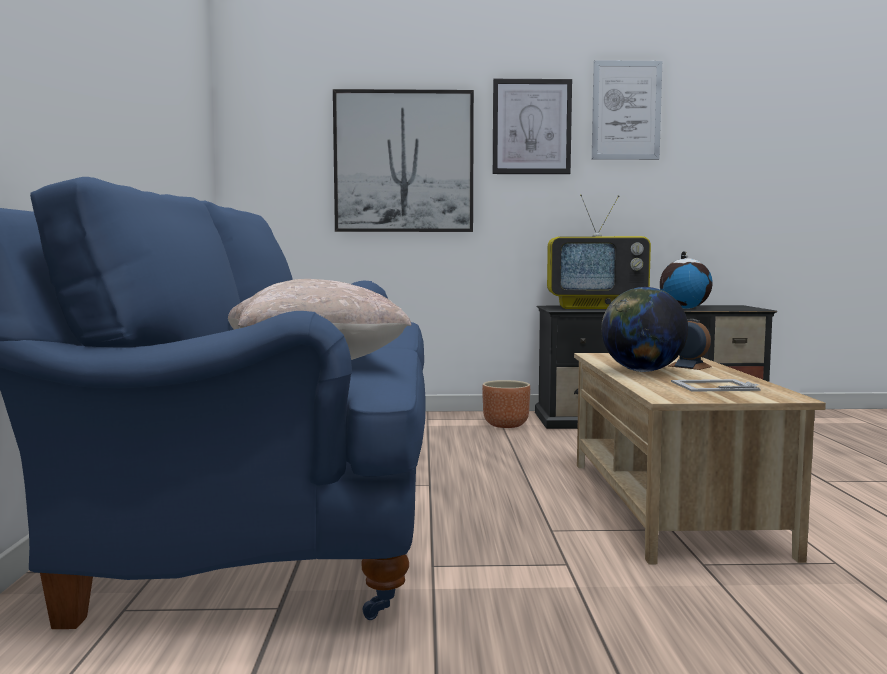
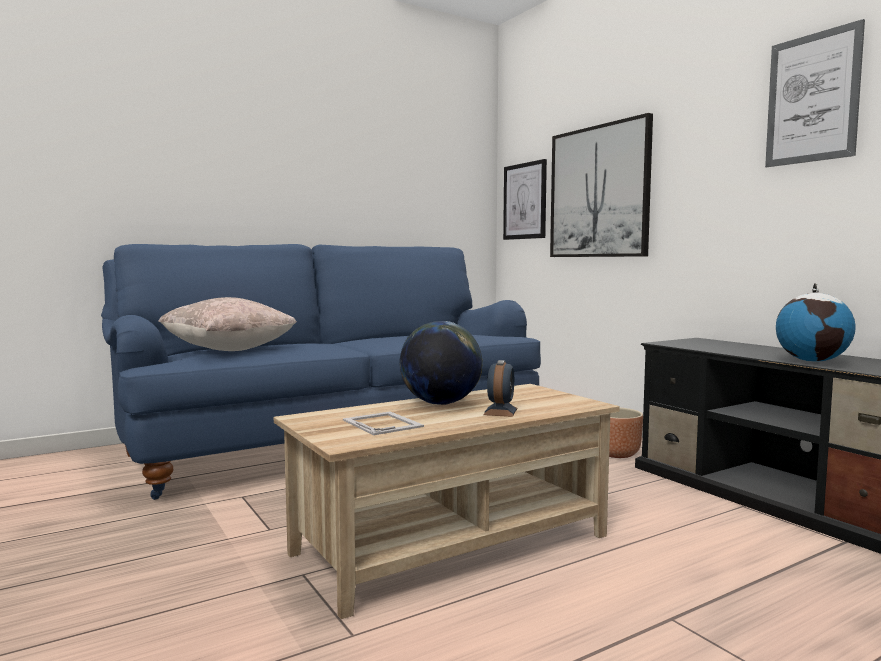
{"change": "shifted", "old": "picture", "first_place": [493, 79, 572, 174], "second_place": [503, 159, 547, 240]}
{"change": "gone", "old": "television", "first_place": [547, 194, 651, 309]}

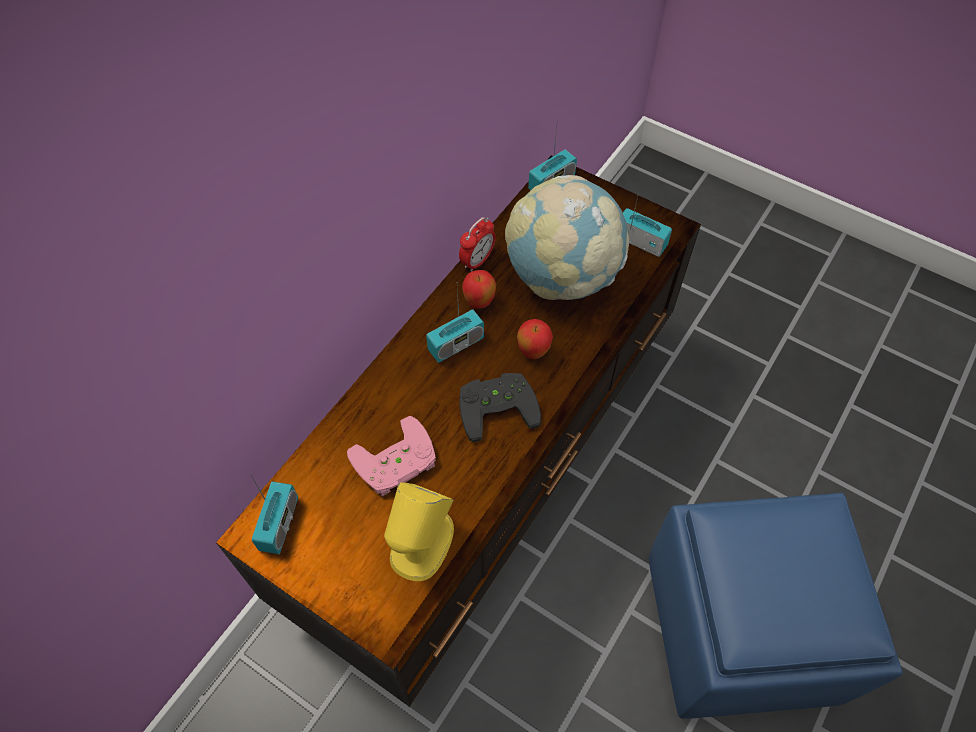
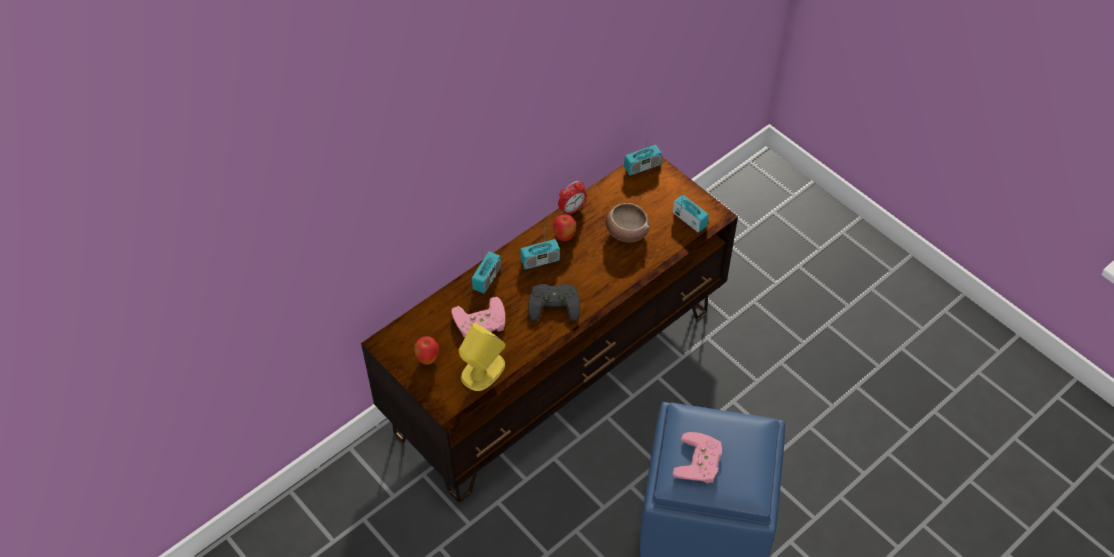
{"change": "swapped", "old": "globe", "new": "bowl", "first_place": [505, 175, 629, 300], "second_place": [606, 203, 650, 242]}
{"change": "shifted", "old": "apple", "first_place": [517, 319, 553, 359], "second_place": [414, 336, 439, 365]}
{"change": "shifted", "old": "radio", "first_place": [249, 472, 298, 554], "second_place": [472, 237, 501, 293]}
{"change": "new", "new": "pink game controller", "second_place": [673, 432, 722, 483]}

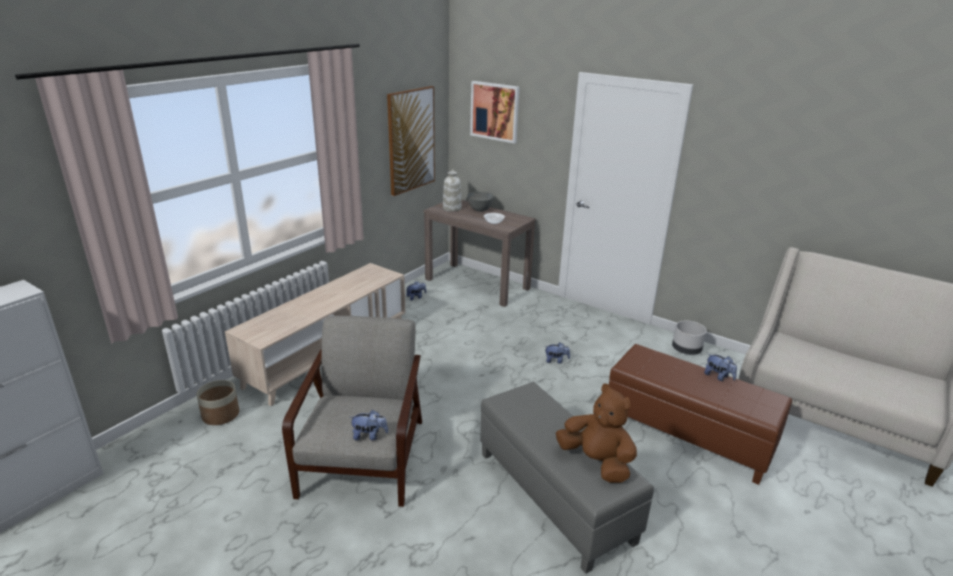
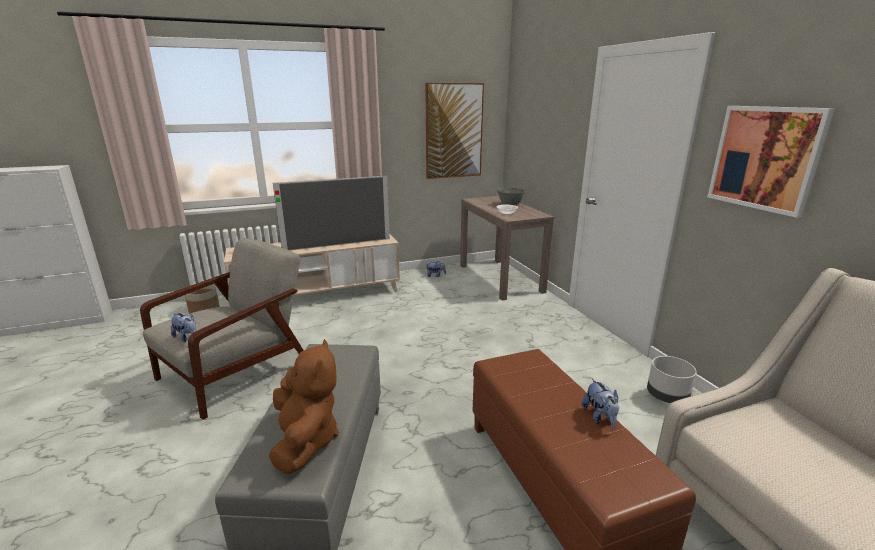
{"change": "shifted", "old": "picture", "first_place": [470, 81, 519, 143], "second_place": [707, 106, 835, 218]}
{"change": "gone", "old": "white vase", "first_place": [443, 169, 461, 212]}
{"change": "gone", "old": "plush toy", "first_place": [544, 342, 570, 364]}
{"change": "new", "new": "television", "second_place": [273, 176, 390, 251]}

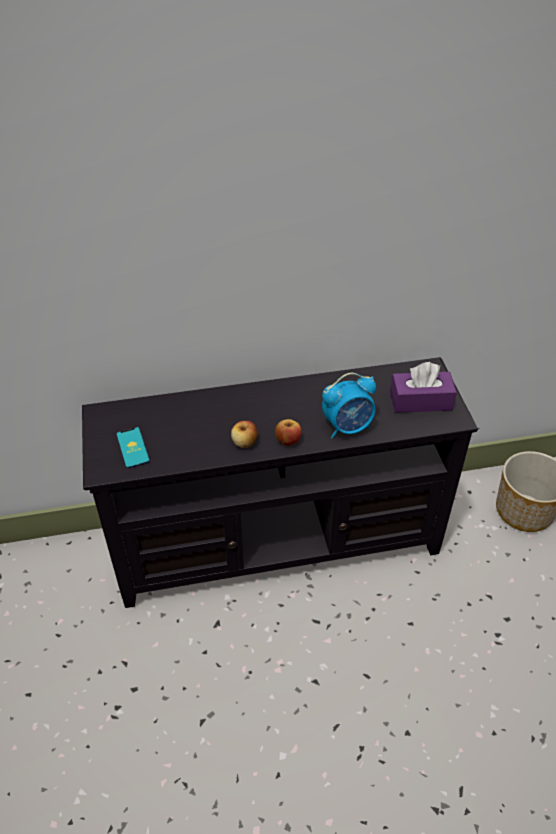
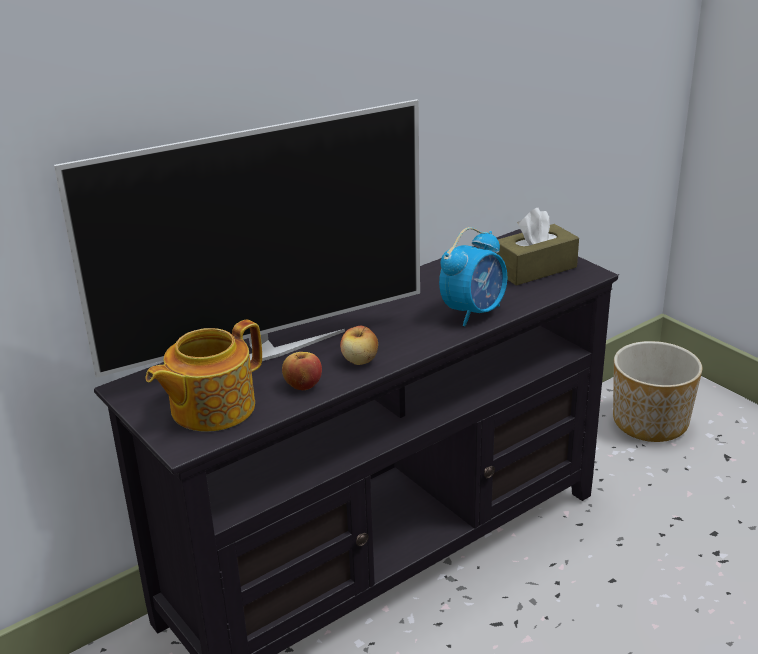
{"change": "repainted", "old": "purple tissue box", "new": "brown tissue box", "first_place": [390, 362, 457, 413], "second_place": [496, 208, 579, 286]}
{"change": "shifted", "old": "apple", "first_place": [275, 419, 301, 446], "second_place": [282, 352, 322, 390]}
{"change": "swapped", "old": "phone", "new": "teapot", "first_place": [116, 427, 150, 468], "second_place": [145, 320, 262, 432]}
{"change": "new", "new": "television", "second_place": [54, 99, 420, 378]}

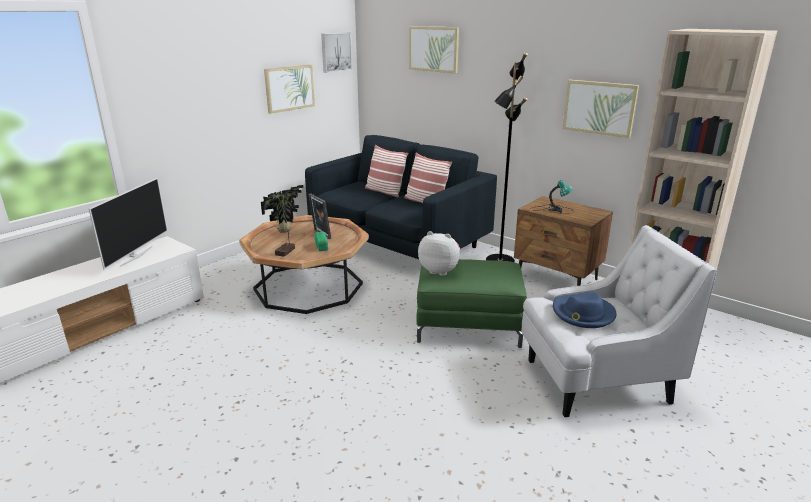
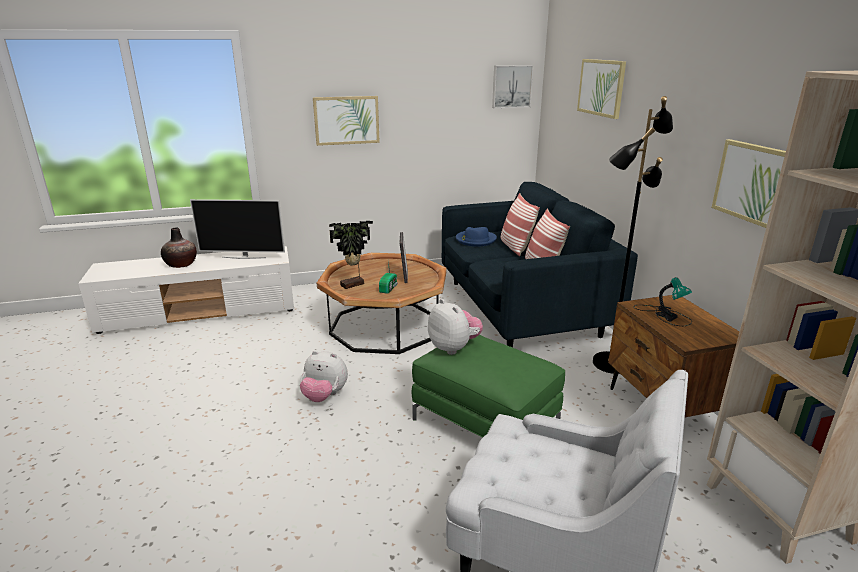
{"change": "shifted", "old": "picture", "first_place": [264, 65, 315, 114], "second_place": [313, 96, 380, 146]}
{"change": "rotated", "old": "television", "first_place": [88, 178, 168, 269], "second_place": [190, 199, 285, 259], "degrees": 45}
{"change": "shifted", "old": "blue hat", "first_place": [553, 292, 616, 328], "second_place": [456, 227, 497, 247]}
{"change": "new", "new": "vase", "second_place": [161, 227, 197, 268]}
{"change": "new", "new": "plush toy", "second_place": [300, 351, 348, 402]}

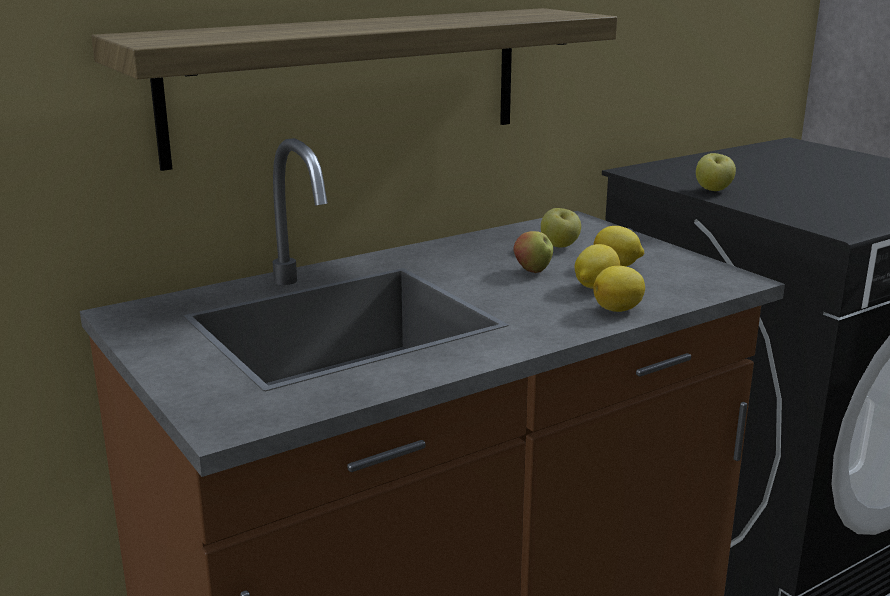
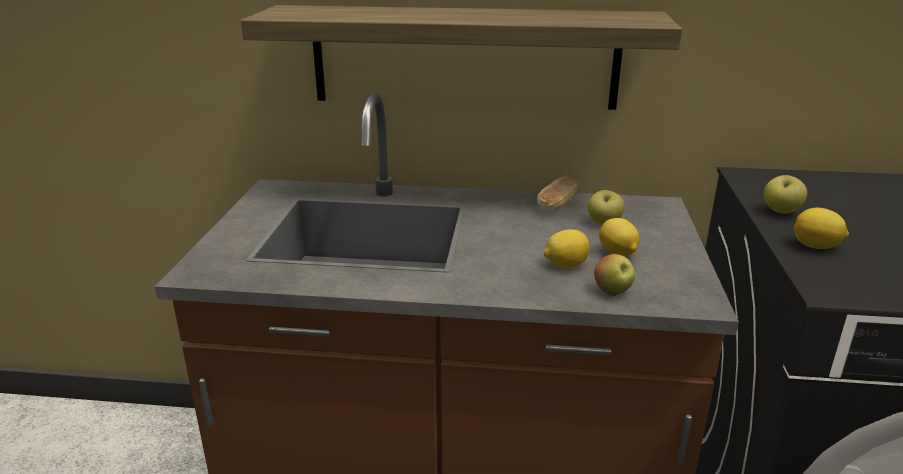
{"change": "shifted", "old": "apple", "first_place": [513, 231, 553, 273], "second_place": [594, 254, 635, 296]}
{"change": "shifted", "old": "lemon", "first_place": [593, 266, 645, 312], "second_place": [794, 208, 849, 249]}
{"change": "new", "new": "bread", "second_place": [537, 177, 578, 211]}

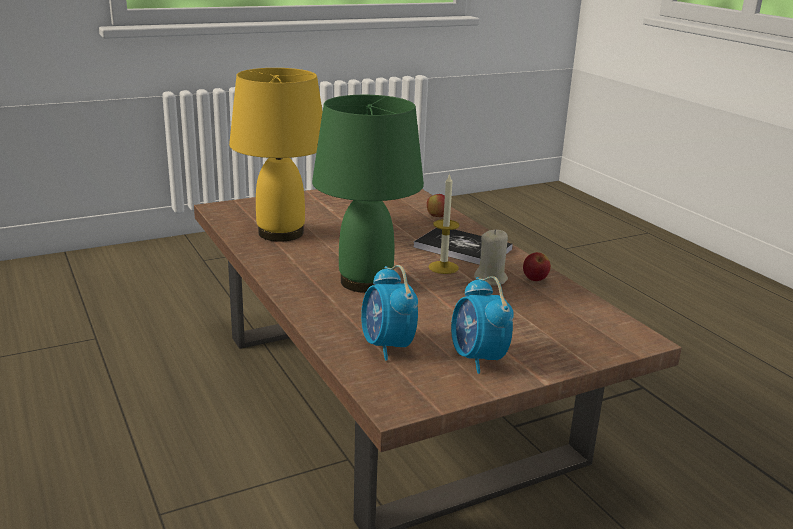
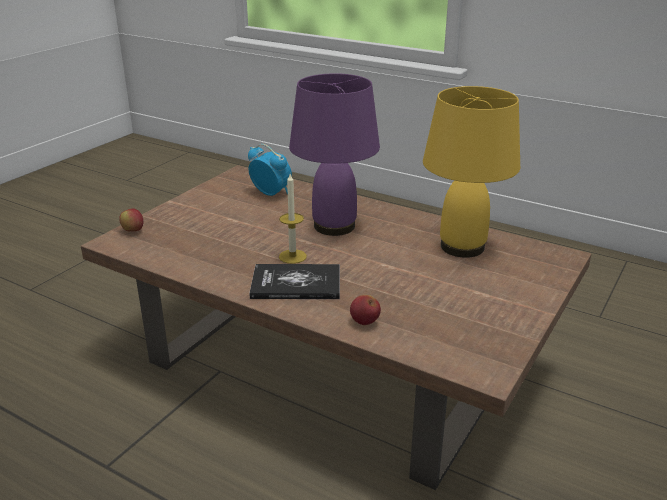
{"change": "repainted", "old": "green table lamp", "new": "purple table lamp", "first_place": [312, 95, 424, 293], "second_place": [289, 73, 380, 236]}
{"change": "gone", "old": "beige candle", "first_place": [474, 229, 508, 285]}
{"change": "shifted", "old": "apple", "first_place": [523, 252, 551, 281], "second_place": [119, 209, 143, 231]}
{"change": "gone", "old": "alarm clock", "first_place": [451, 276, 514, 374]}

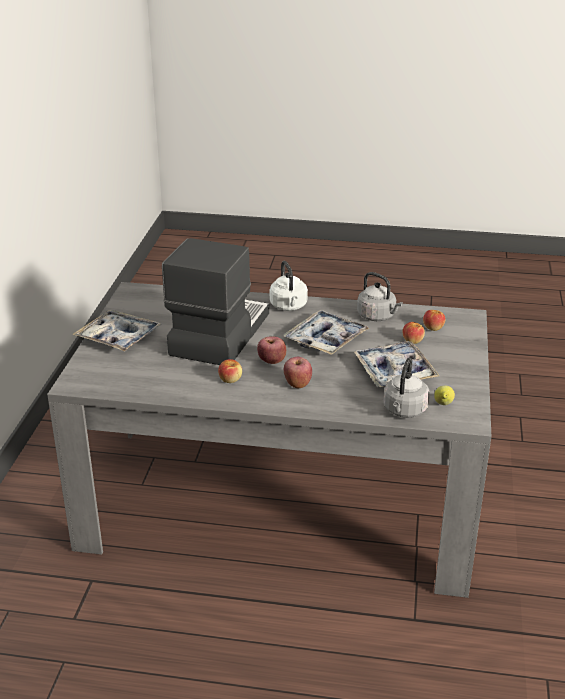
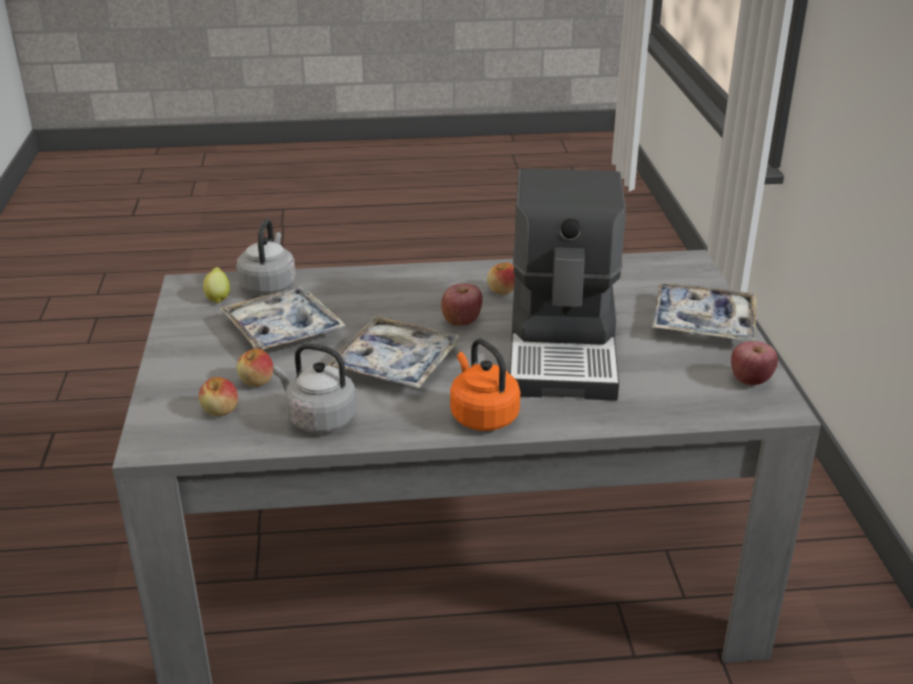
{"change": "repainted", "old": "white kettle", "new": "orange kettle", "first_place": [270, 261, 308, 311], "second_place": [450, 339, 520, 431]}
{"change": "shifted", "old": "apple", "first_place": [284, 357, 312, 388], "second_place": [731, 341, 778, 385]}

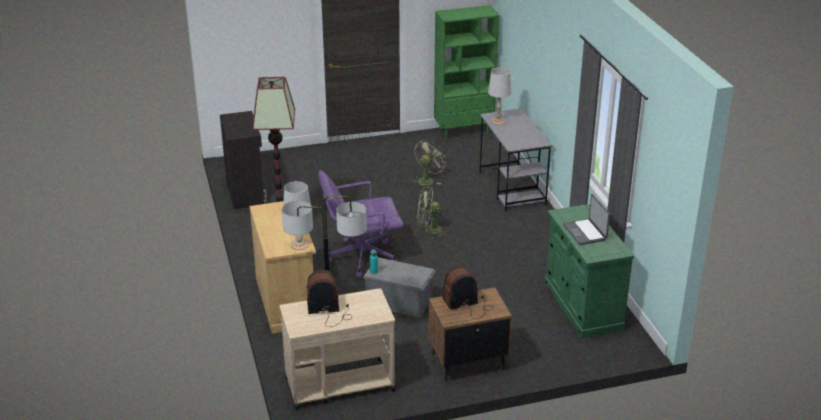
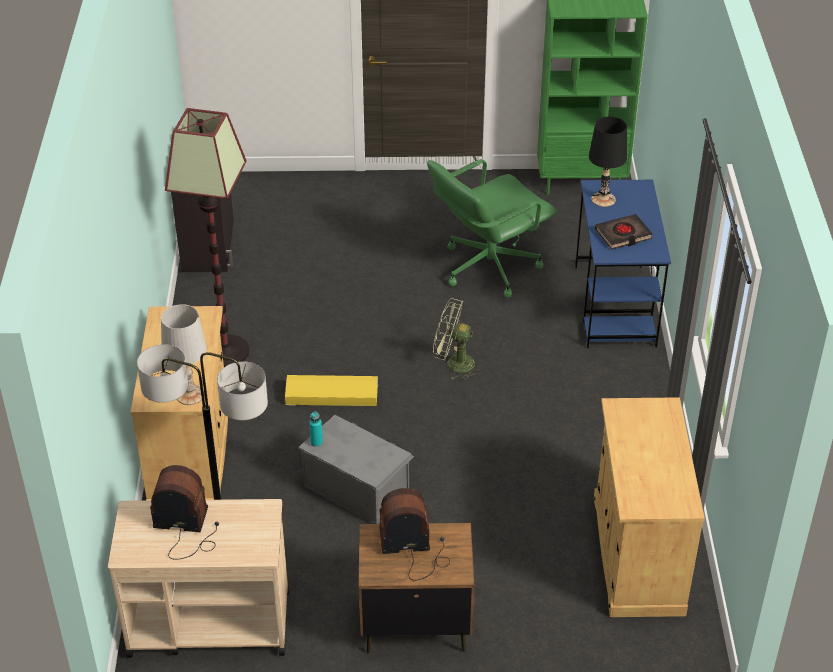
{"change": "repainted", "old": "white table lamp", "new": "black table lamp", "first_place": [488, 67, 511, 125], "second_place": [589, 116, 627, 207]}
{"change": "repainted", "old": "grey desk", "new": "blue desk", "first_place": [479, 108, 552, 212], "second_place": [575, 180, 671, 348]}
{"change": "swapped", "old": "green fan", "new": "green office chair", "first_place": [412, 140, 447, 186], "second_place": [427, 159, 557, 298]}
{"change": "swapped", "old": "purple office chair", "new": "yellow storage box", "first_place": [318, 170, 403, 278], "second_place": [285, 375, 378, 406]}
{"change": "gone", "old": "laptop", "first_place": [563, 194, 610, 245]}
{"change": "repainted", "old": "green cabinet", "new": "beige cabinet", "first_place": [544, 204, 634, 339], "second_place": [594, 397, 705, 617]}
{"change": "new", "new": "black book", "second_place": [595, 214, 652, 250]}

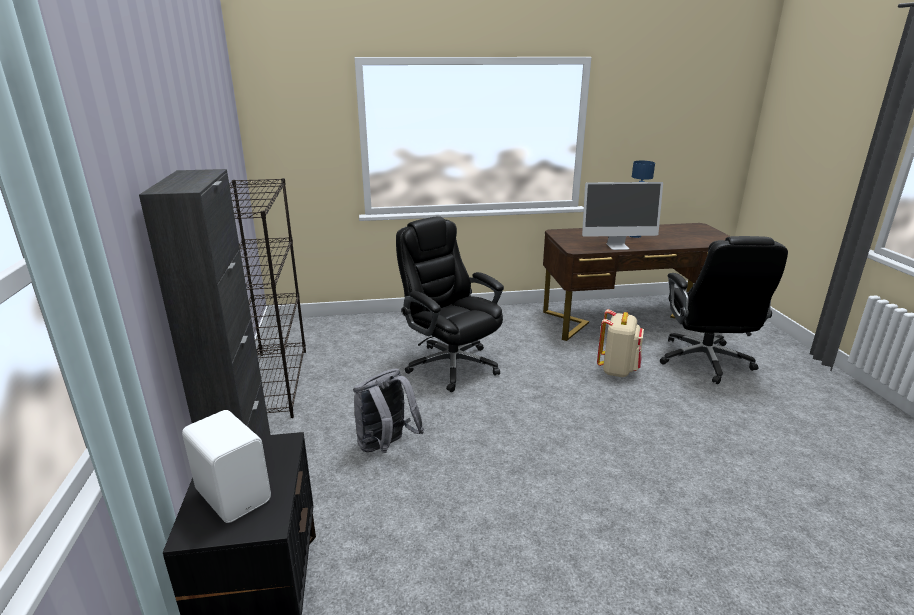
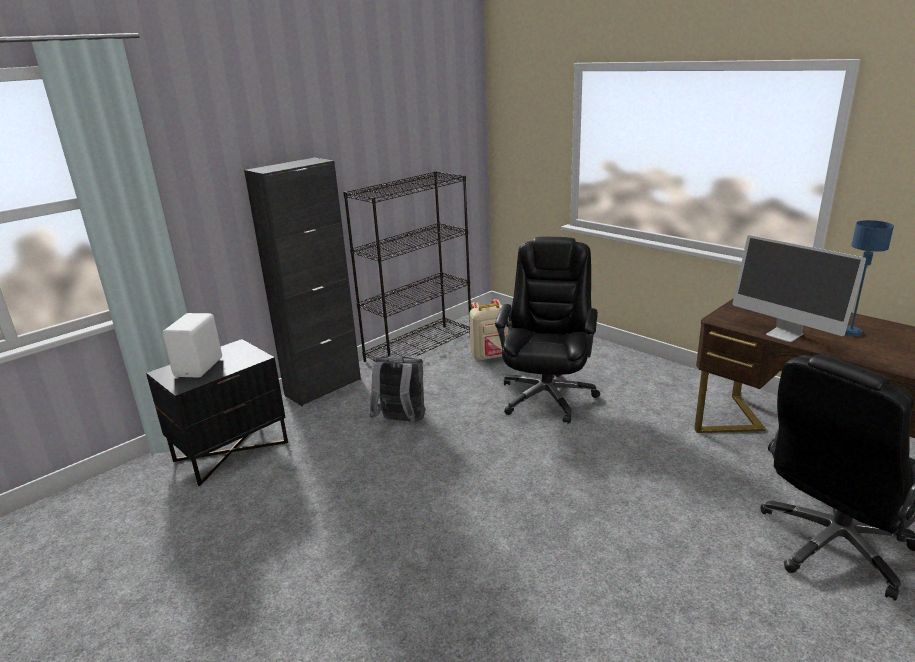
{"change": "shifted", "old": "beige backpack", "first_place": [597, 309, 644, 377], "second_place": [469, 299, 509, 360]}

